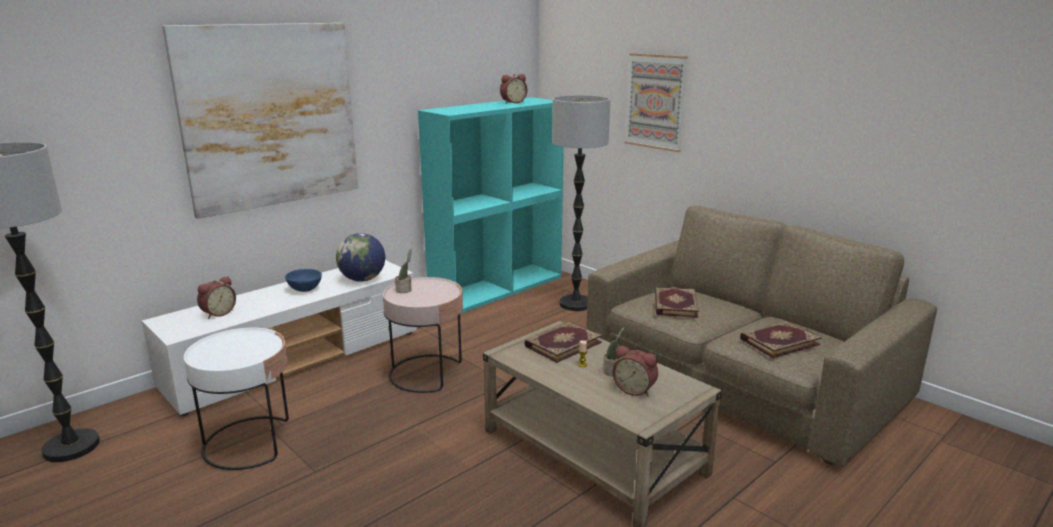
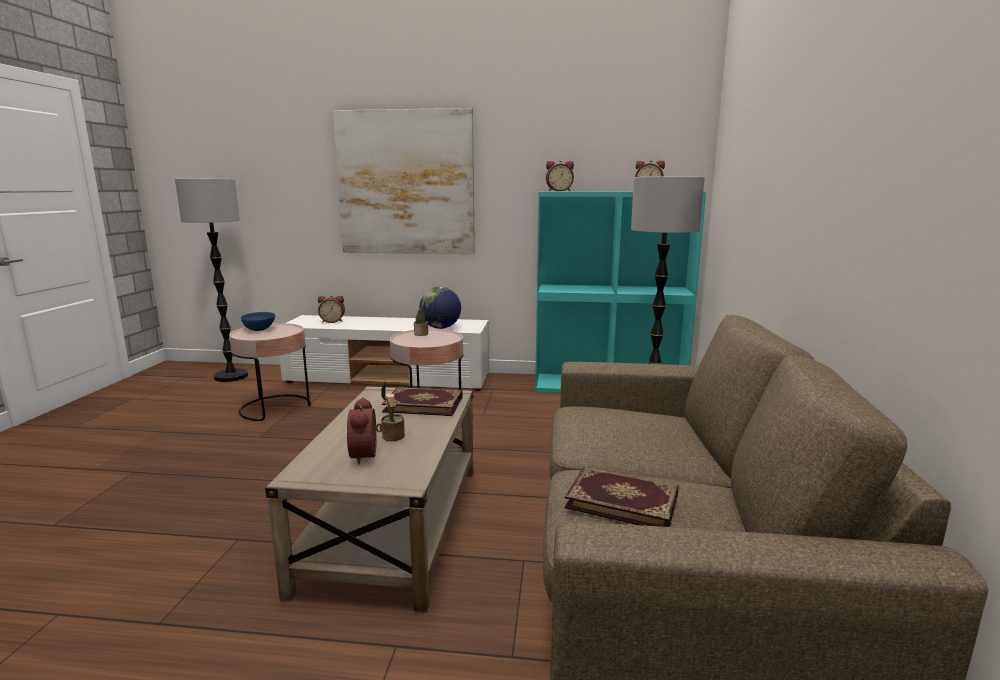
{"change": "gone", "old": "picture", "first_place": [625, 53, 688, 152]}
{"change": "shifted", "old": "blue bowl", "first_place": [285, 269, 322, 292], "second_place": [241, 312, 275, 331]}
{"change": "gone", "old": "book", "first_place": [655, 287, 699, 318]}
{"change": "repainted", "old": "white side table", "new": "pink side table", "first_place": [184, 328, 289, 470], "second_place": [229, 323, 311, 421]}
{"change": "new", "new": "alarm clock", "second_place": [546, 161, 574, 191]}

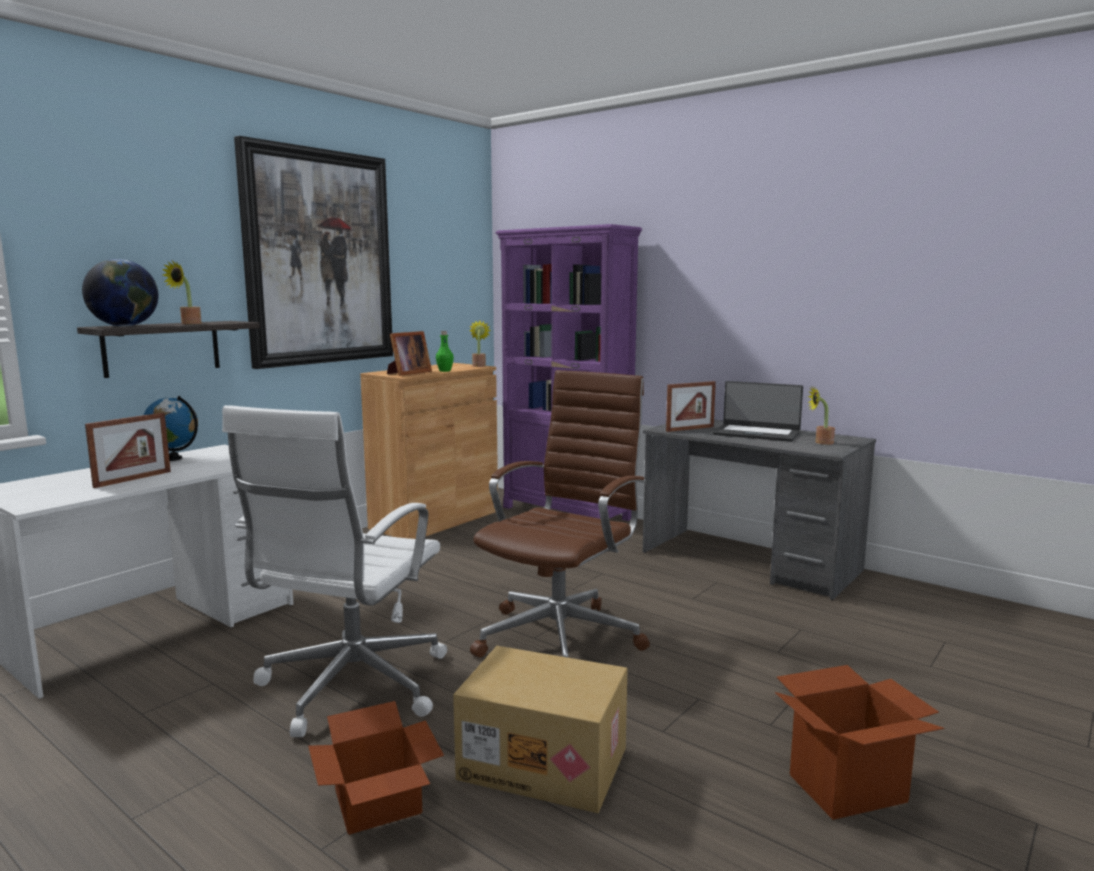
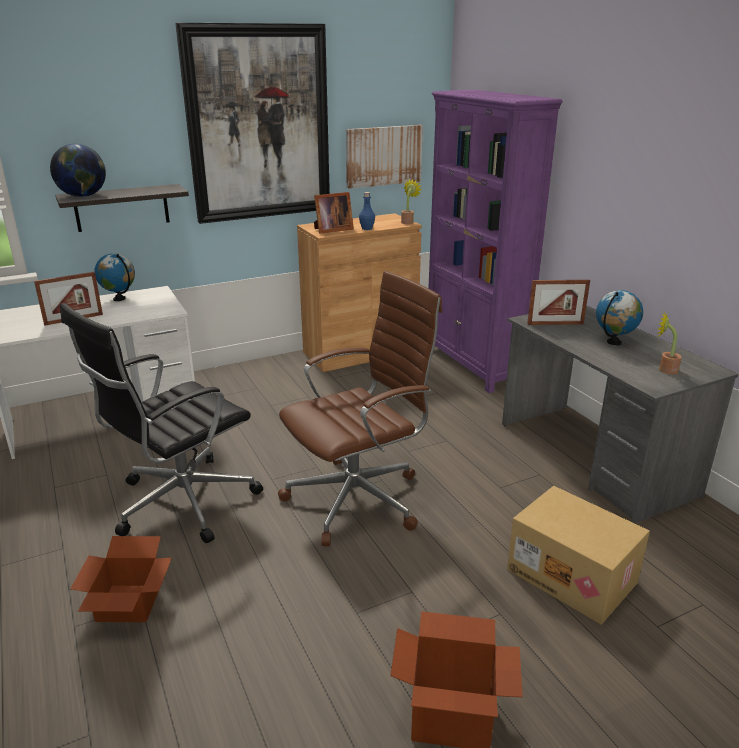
{"change": "gone", "old": "potted plant", "first_place": [162, 261, 202, 324]}
{"change": "repainted", "old": "green bottle", "new": "blue bottle", "first_place": [436, 331, 454, 372], "second_place": [359, 192, 375, 230]}
{"change": "swapped", "old": "laptop", "new": "globe", "first_place": [713, 381, 803, 442], "second_place": [596, 290, 643, 346]}
{"change": "repainted", "old": "white office chair", "new": "black office chair", "first_place": [222, 405, 447, 737], "second_place": [60, 303, 263, 543]}
{"change": "shifted", "old": "cardboard box", "first_place": [453, 646, 627, 813], "second_place": [507, 486, 650, 625]}
{"change": "new", "new": "picture", "second_place": [346, 125, 423, 189]}

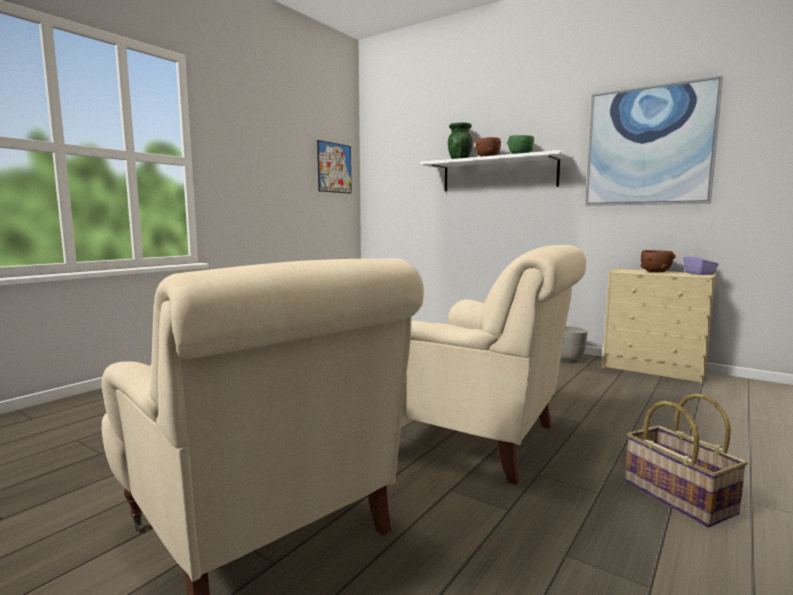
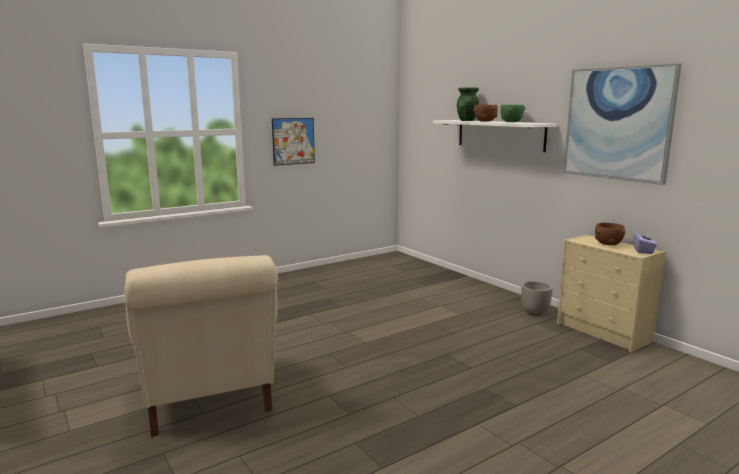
{"change": "shifted", "old": "picture", "first_place": [317, 140, 352, 194], "second_place": [272, 118, 315, 166]}
{"change": "gone", "old": "beige armchair", "first_place": [402, 245, 586, 485]}
{"change": "gone", "old": "basket", "first_place": [625, 393, 748, 527]}

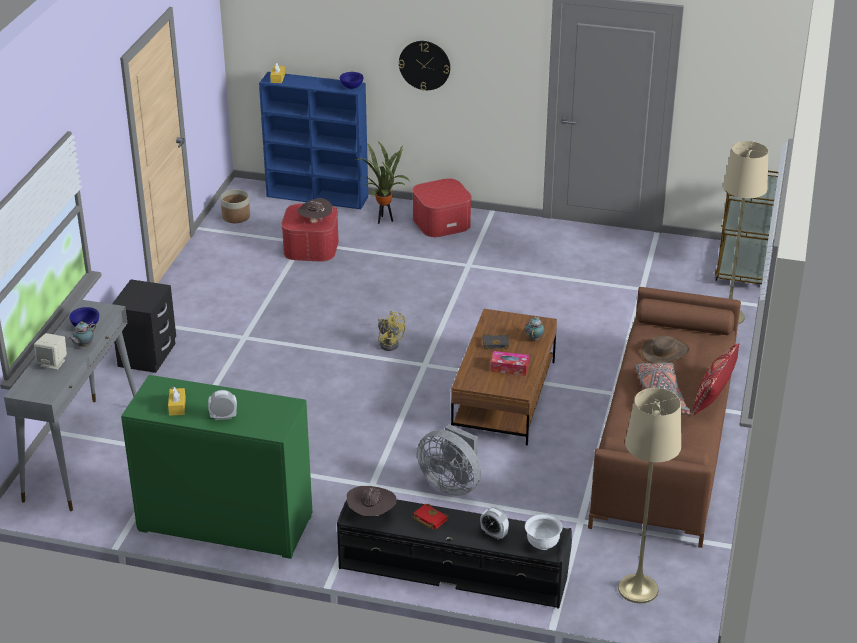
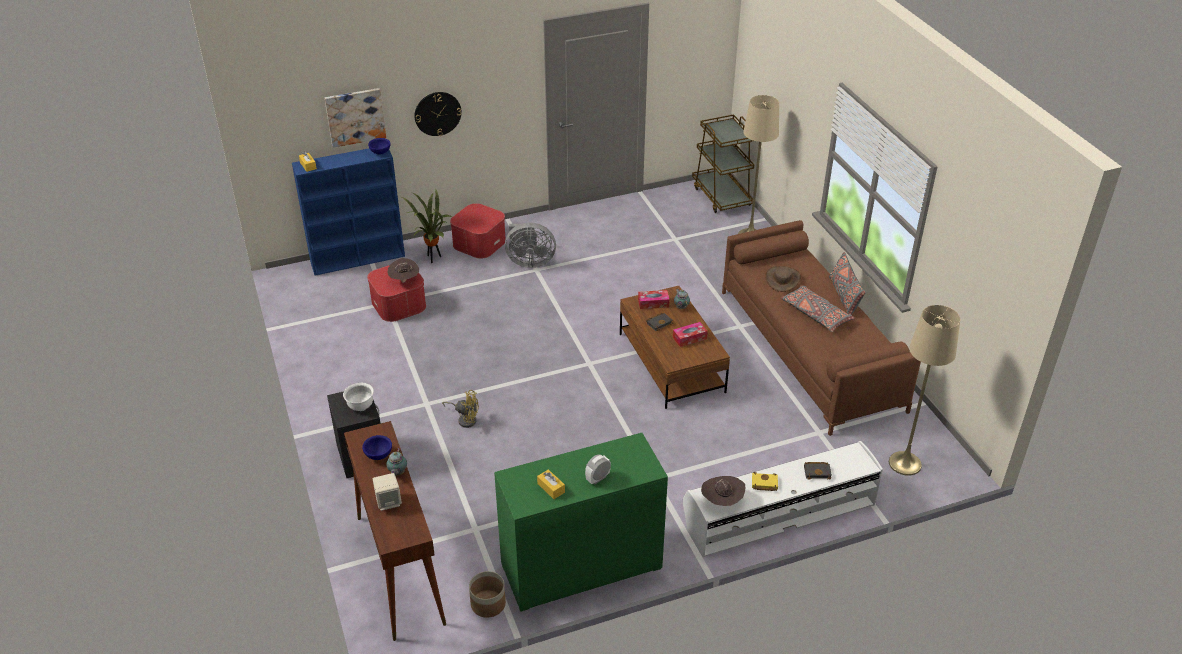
{"change": "shifted", "old": "planter", "first_place": [220, 189, 250, 223], "second_place": [469, 571, 506, 618]}
{"change": "repainted", "old": "grey console table", "new": "brown console table", "first_place": [4, 300, 137, 511], "second_place": [344, 421, 446, 641]}
{"change": "shifted", "old": "yellow fan", "first_place": [378, 311, 406, 351], "second_place": [442, 390, 479, 428]}
{"change": "repainted", "old": "red pillow", "new": "grey pillow", "first_place": [693, 343, 739, 415], "second_place": [829, 252, 866, 315]}
{"change": "shifted", "old": "grey fan", "first_place": [417, 424, 481, 496], "second_place": [505, 222, 556, 268]}
{"change": "repainted", "old": "black tv stand", "new": "white tv stand", "first_place": [337, 500, 572, 609], "second_place": [683, 441, 883, 557]}
{"change": "repainted", "old": "red book", "new": "yellow book", "first_place": [412, 504, 449, 530], "second_place": [752, 472, 778, 491]}
{"change": "swapped", "old": "alarm clock", "new": "black book", "first_place": [480, 507, 509, 540], "second_place": [804, 462, 832, 480]}
{"change": "shifted", "old": "white bowl", "first_place": [525, 514, 562, 550], "second_place": [343, 383, 374, 411]}
{"change": "new", "new": "picture", "second_place": [325, 88, 386, 148]}
{"change": "new", "new": "tissue box", "second_place": [638, 290, 670, 309]}

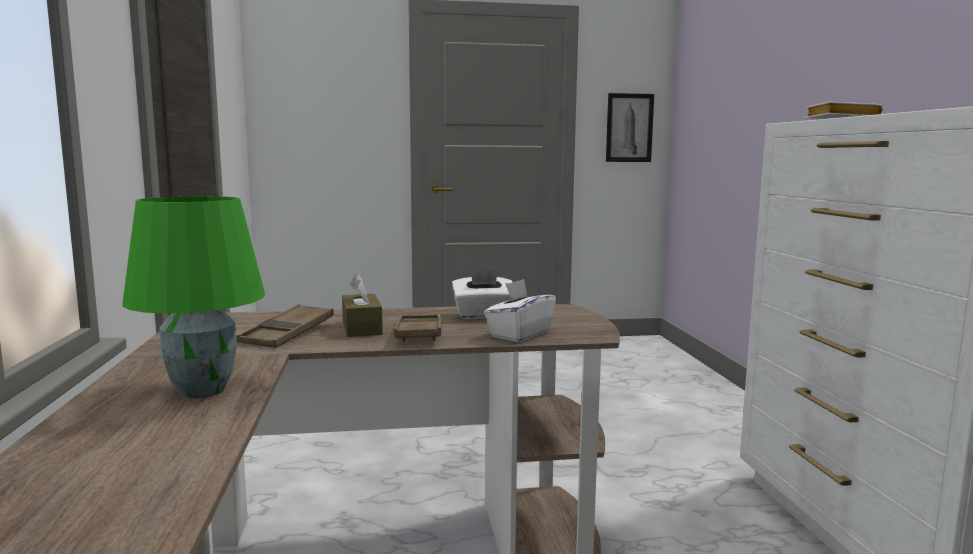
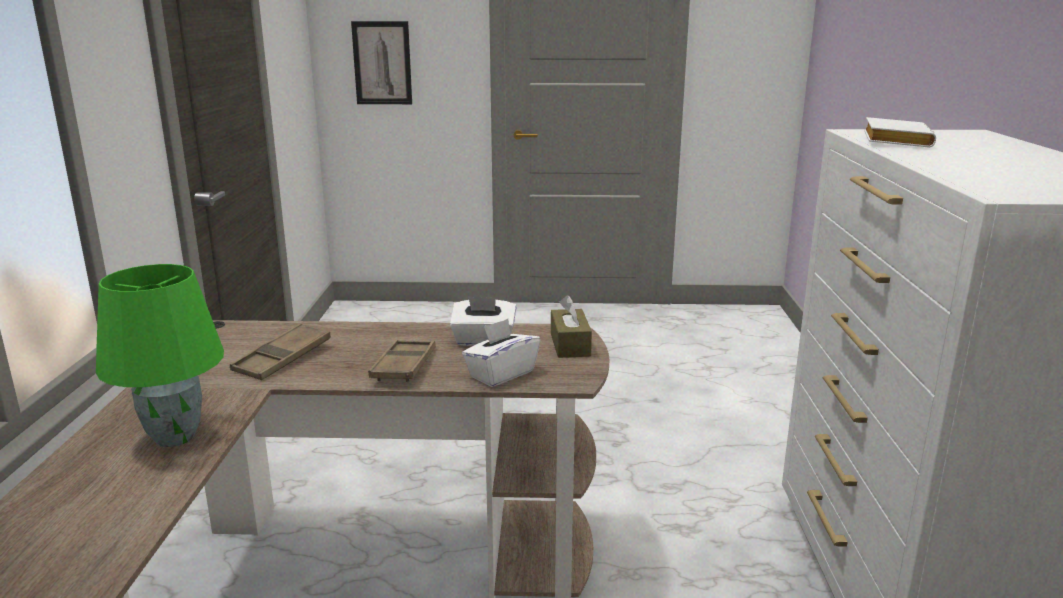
{"change": "shifted", "old": "picture", "first_place": [606, 93, 654, 162], "second_place": [351, 21, 412, 104]}
{"change": "shifted", "old": "brown tissue box", "first_place": [342, 274, 383, 337], "second_place": [551, 295, 592, 358]}

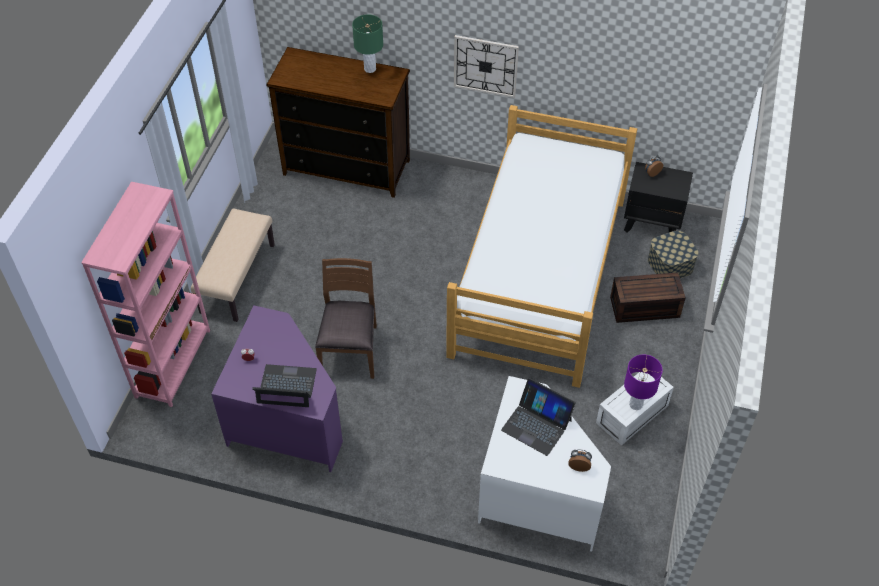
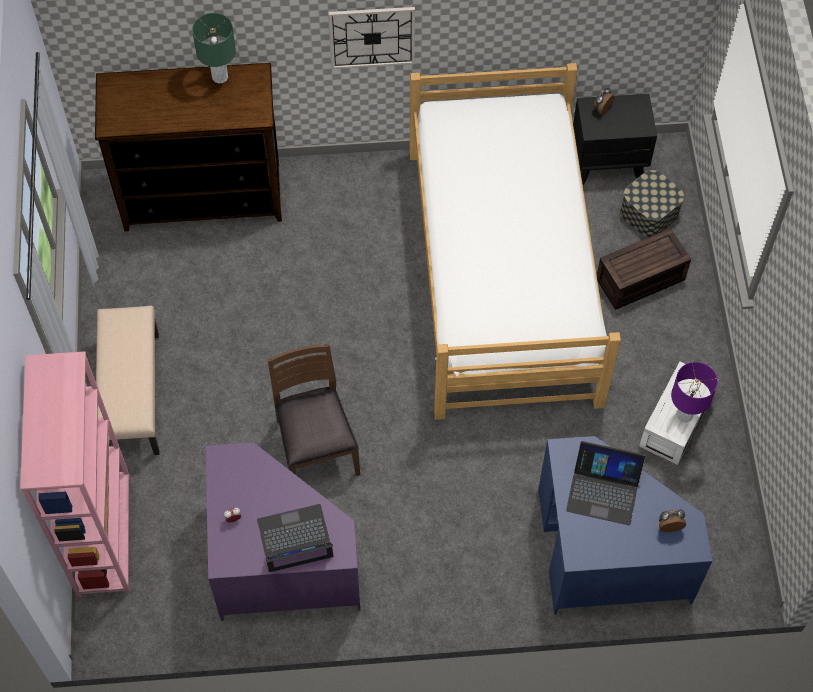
{"change": "repainted", "old": "white desk", "new": "blue desk", "first_place": [478, 376, 611, 552], "second_place": [538, 436, 712, 615]}

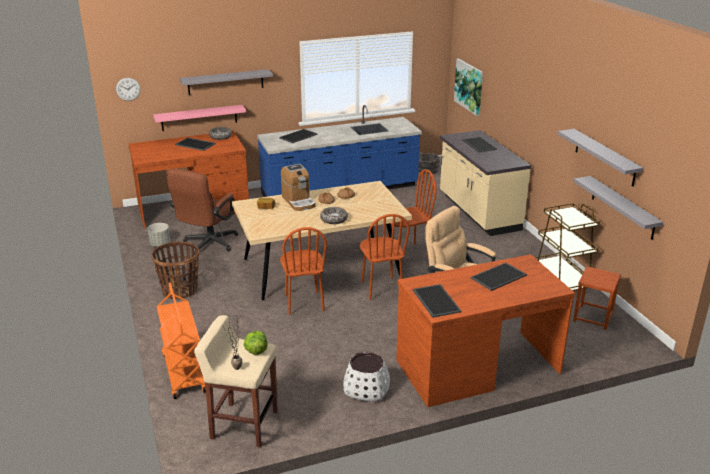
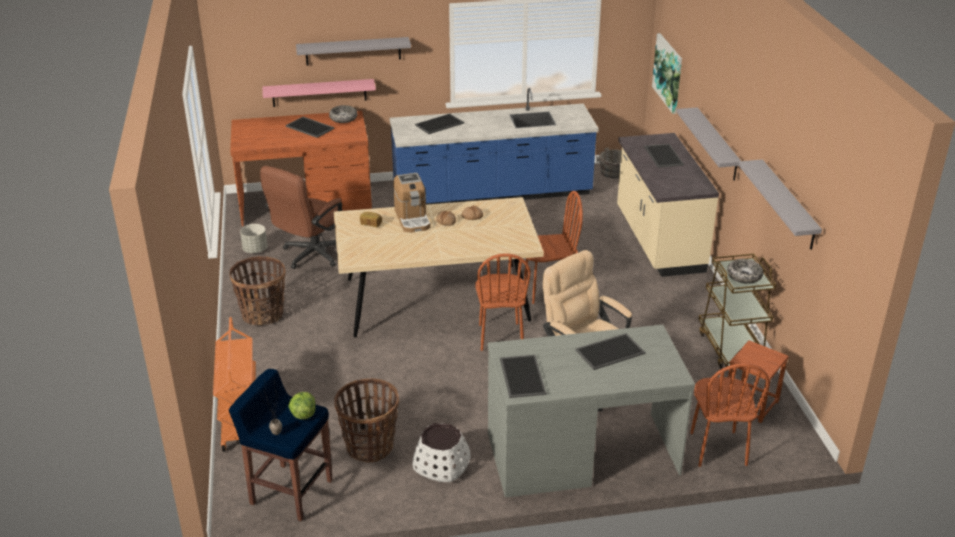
{"change": "gone", "old": "wall clock", "first_place": [116, 78, 141, 101]}
{"change": "shifted", "old": "grey shelf", "first_place": [574, 176, 663, 240], "second_place": [677, 107, 741, 181]}
{"change": "shifted", "old": "bowl", "first_place": [320, 207, 348, 224], "second_place": [727, 259, 763, 284]}
{"change": "shifted", "old": "brown chair", "first_place": [280, 227, 327, 315], "second_place": [690, 363, 769, 467]}
{"change": "repainted", "old": "brown desk", "new": "grey desk", "first_place": [396, 254, 575, 407], "second_place": [488, 325, 695, 497]}
{"change": "repainted", "old": "beige stool", "new": "blue stool", "first_place": [194, 315, 278, 447], "second_place": [229, 369, 333, 521]}
{"change": "new", "new": "basket", "second_place": [334, 378, 400, 462]}

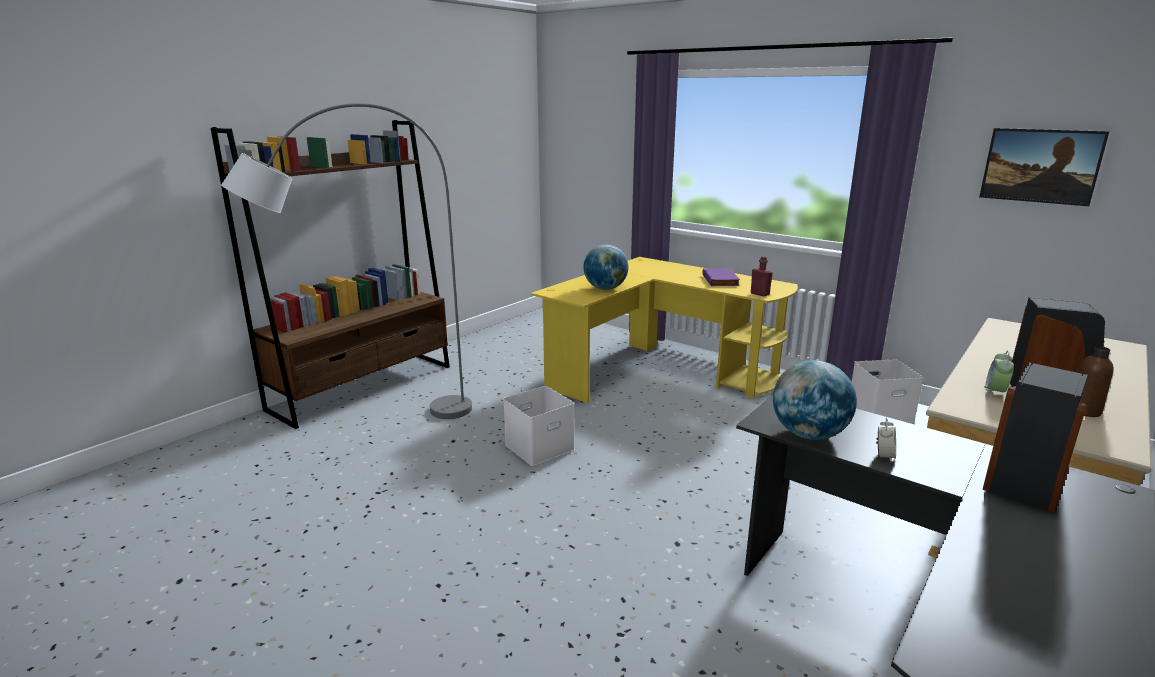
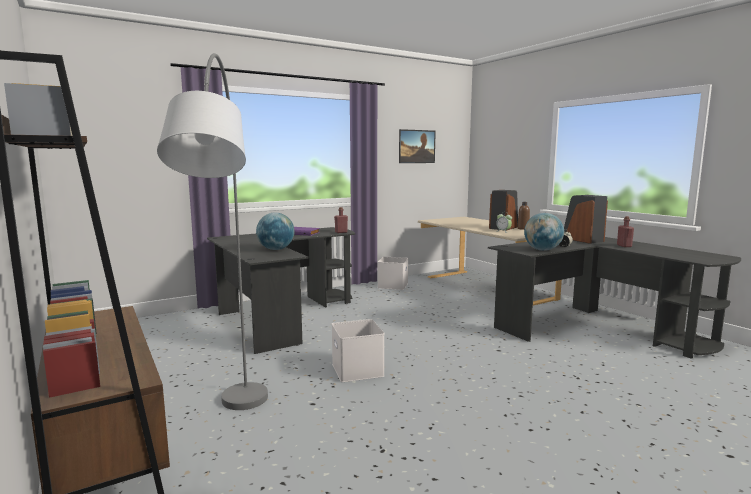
{"change": "repainted", "old": "yellow desk", "new": "black desk", "first_place": [531, 257, 798, 403], "second_place": [207, 227, 355, 354]}
{"change": "new", "new": "red bottle", "second_place": [617, 216, 634, 247]}

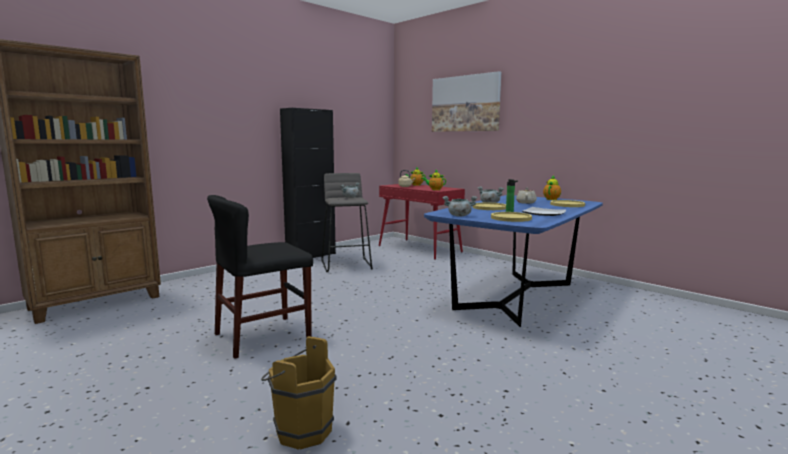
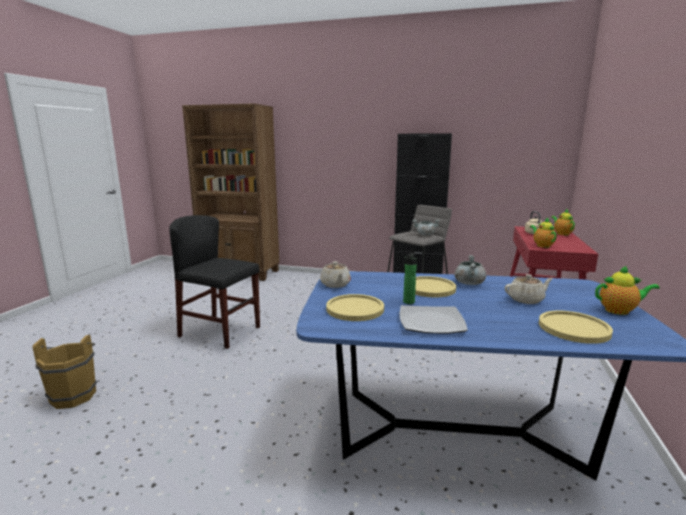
{"change": "gone", "old": "picture", "first_place": [432, 71, 501, 132]}
{"change": "swapped", "old": "grey cooking pot", "new": "beige teapot", "first_place": [442, 196, 477, 217], "second_place": [320, 261, 351, 288]}

